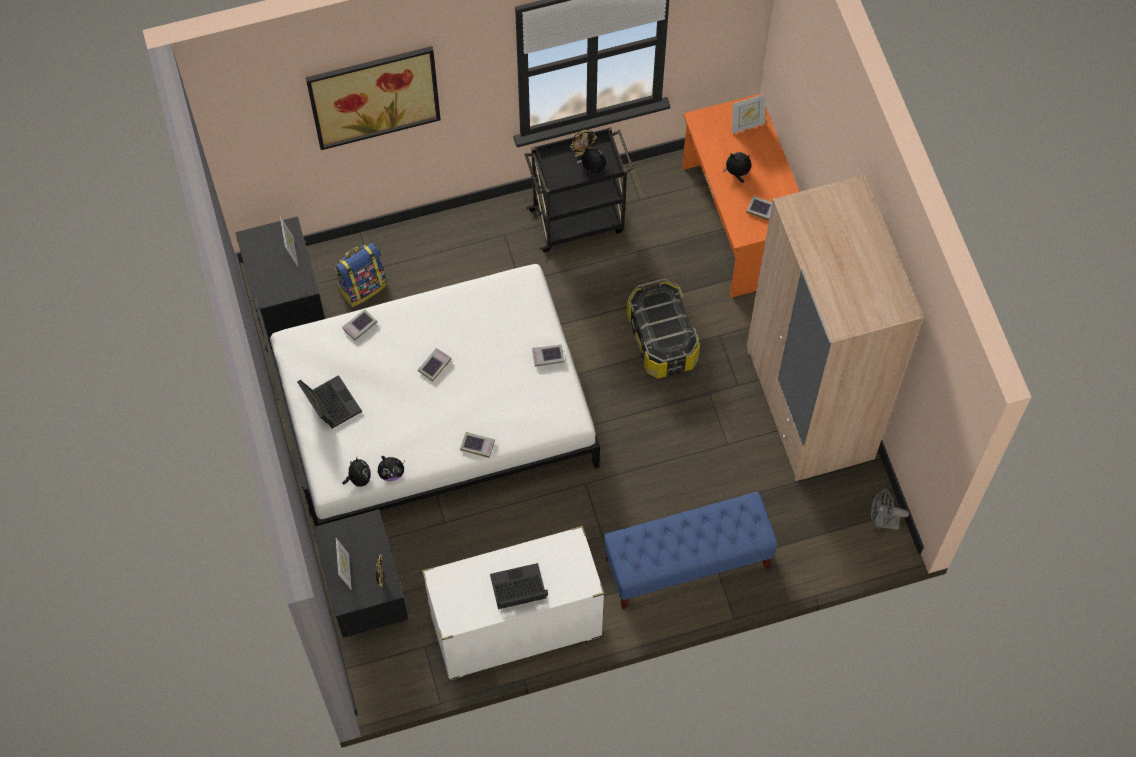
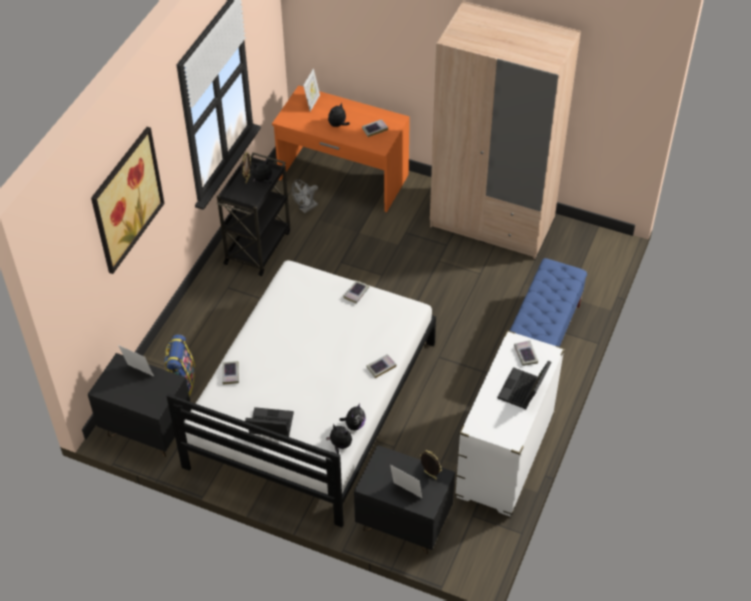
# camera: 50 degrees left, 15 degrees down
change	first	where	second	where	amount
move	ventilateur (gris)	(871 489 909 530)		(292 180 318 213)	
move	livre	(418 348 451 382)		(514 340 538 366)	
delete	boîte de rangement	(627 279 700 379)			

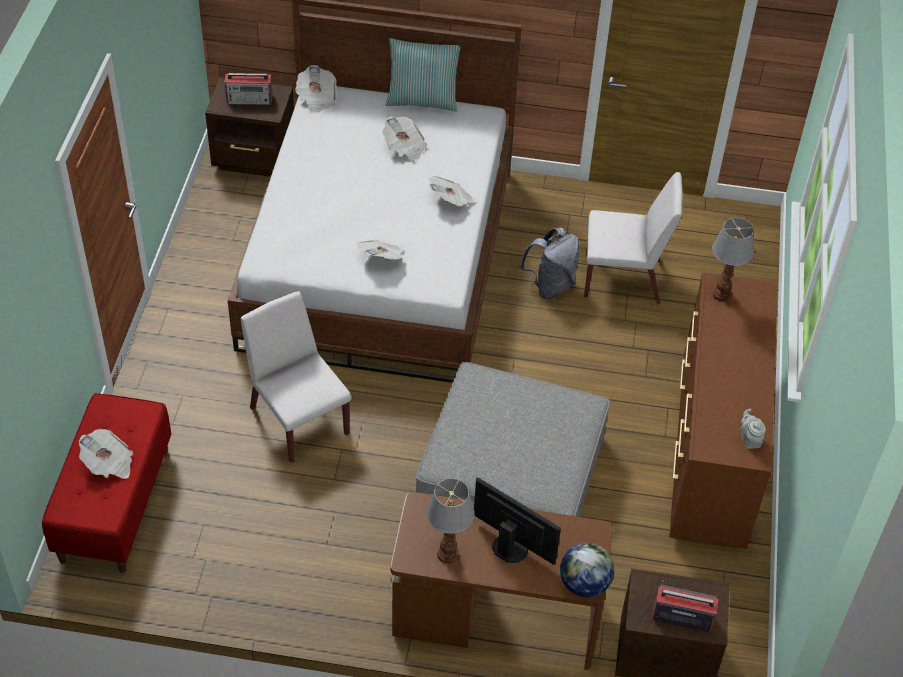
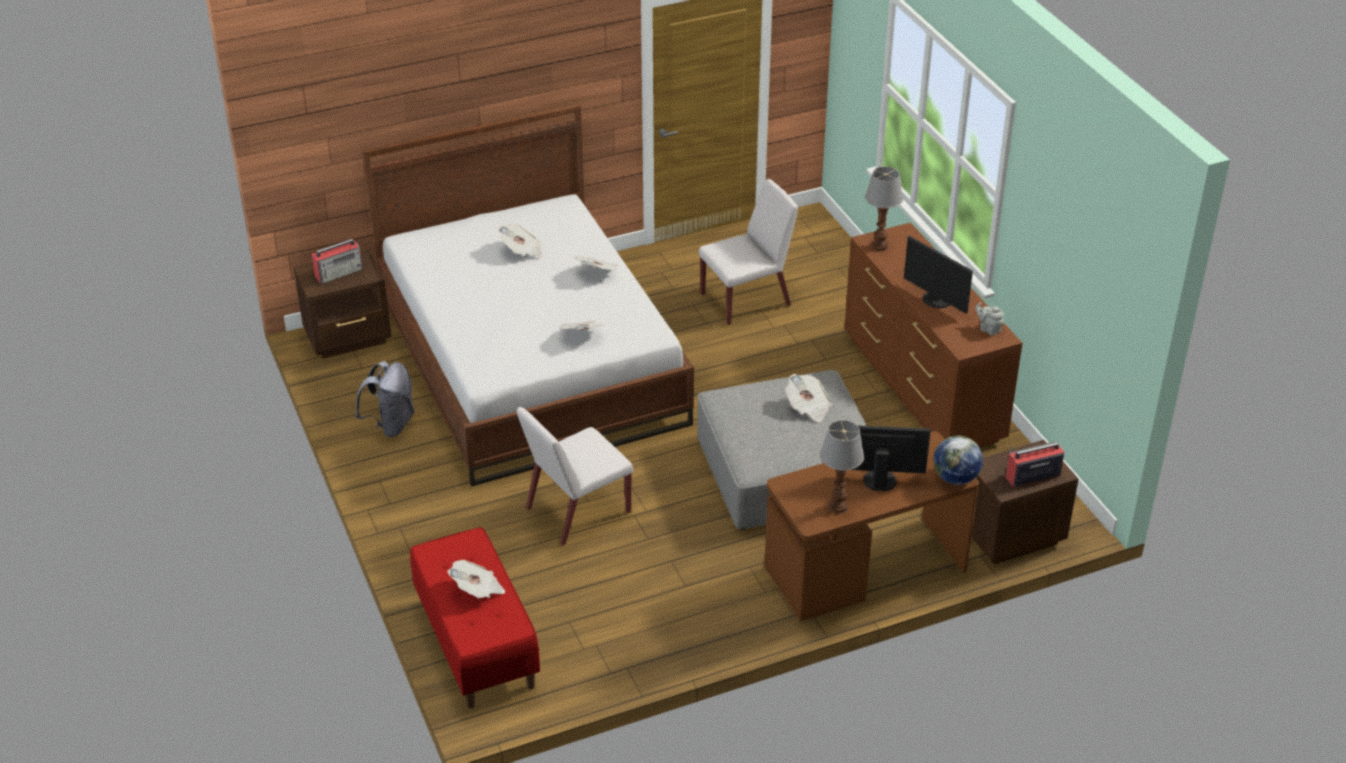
# camera: 30 degrees left, 10 degrees down
change	first	where	second	where	amount
move	sac à dos (gris)	(520 228 579 299)		(355 361 414 437)	
rotate	chaise (blanc)	(241 291 352 463)		(517 407 634 546)	60 degrees counterclockwise
move	journal	(295 65 337 114)		(785 374 832 422)	
insert			écran d'ordinateur	(904 236 973 314)	
delete	coussin	(386 38 460 112)			

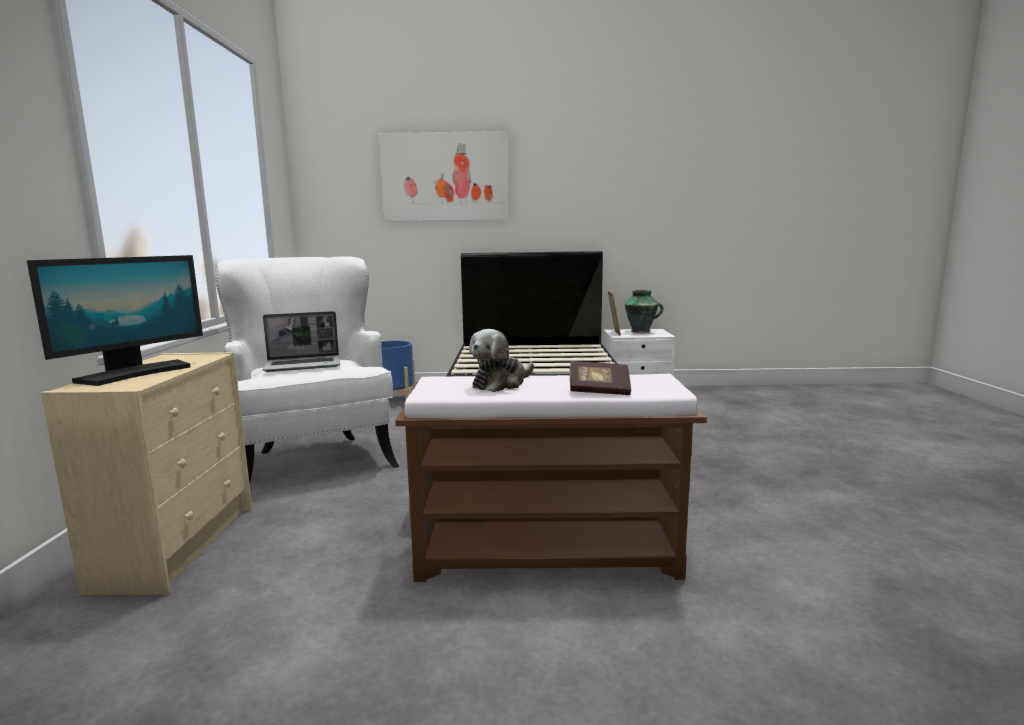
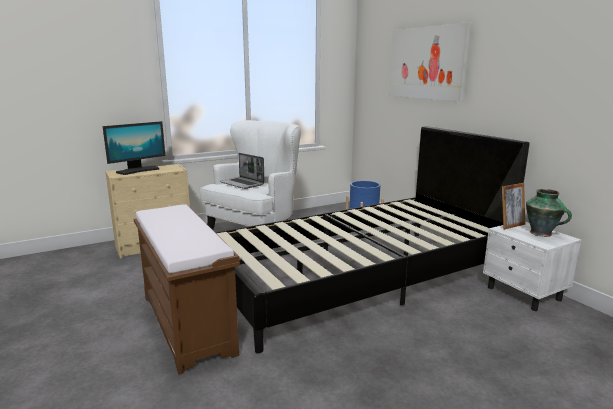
# camera: 60 degrees right, 5 degrees up
change	first	where	second	where	amount
rotate	écran d'ordinateur	(27 255 203 386)		(103 121 165 175)	45 degrees counterclockwise
delete	peluche	(469 329 534 392)			
delete	livre	(570 362 631 395)			

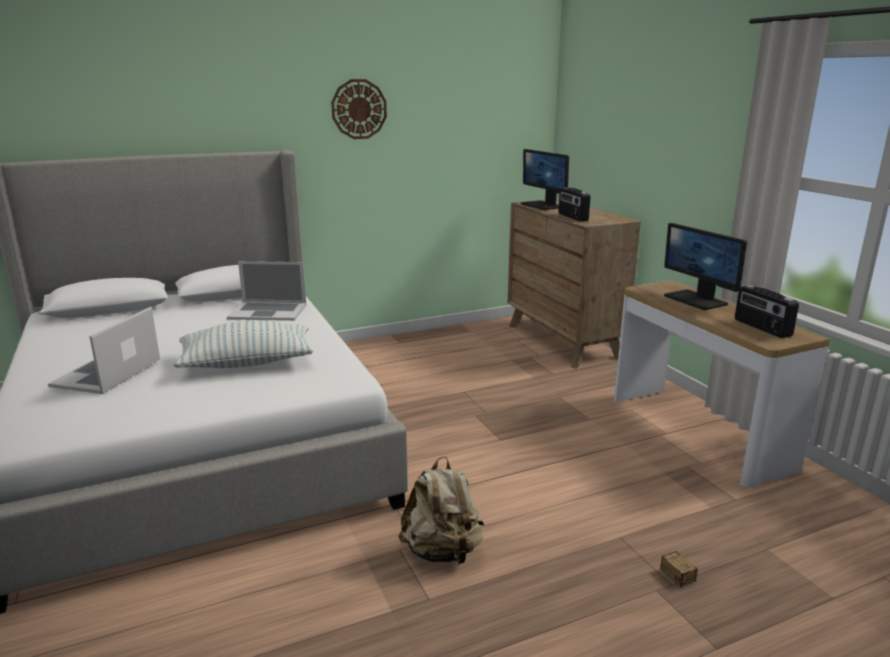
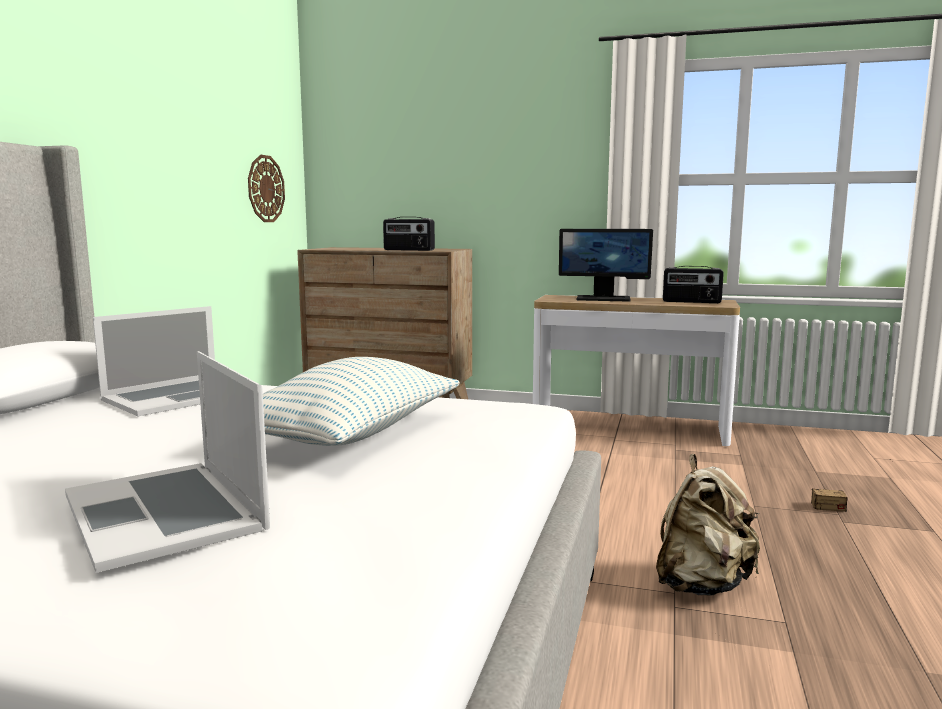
# camera: 50 degrees left, 10 degrees down
change	first	where	second	where	amount
move	horloge murale	(331 79 387 139)		(248 155 285 222)	
delete	écran d'ordinateur	(521 149 569 210)			

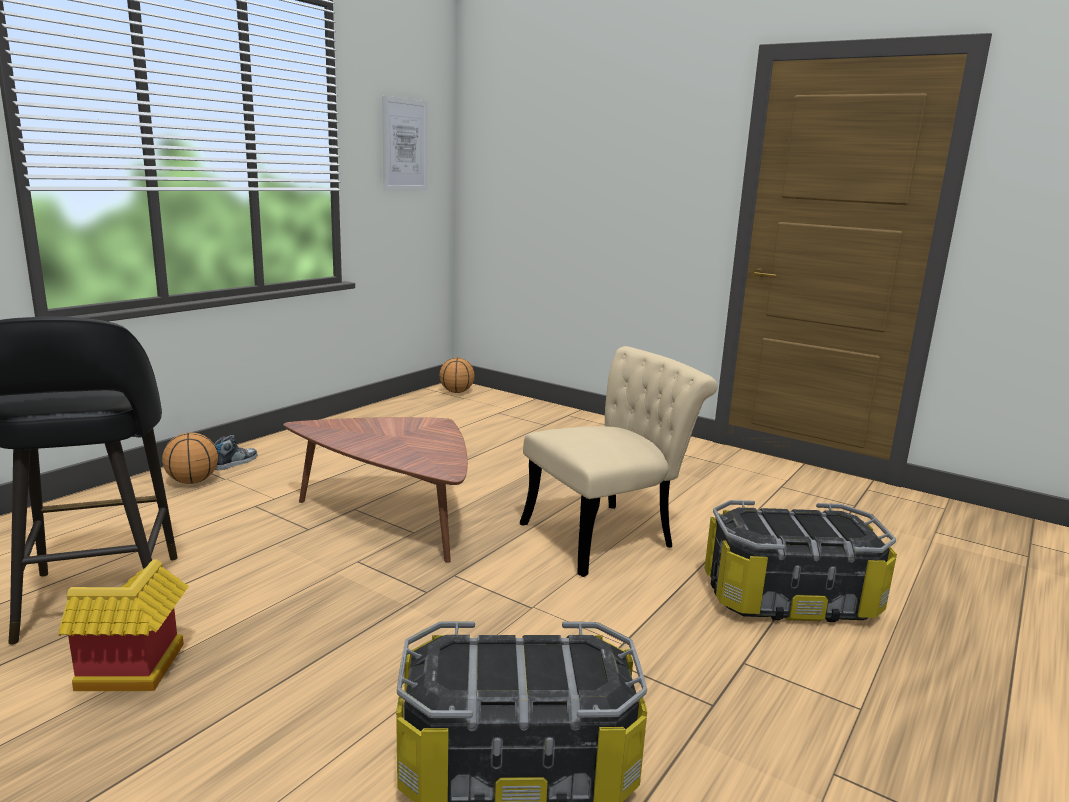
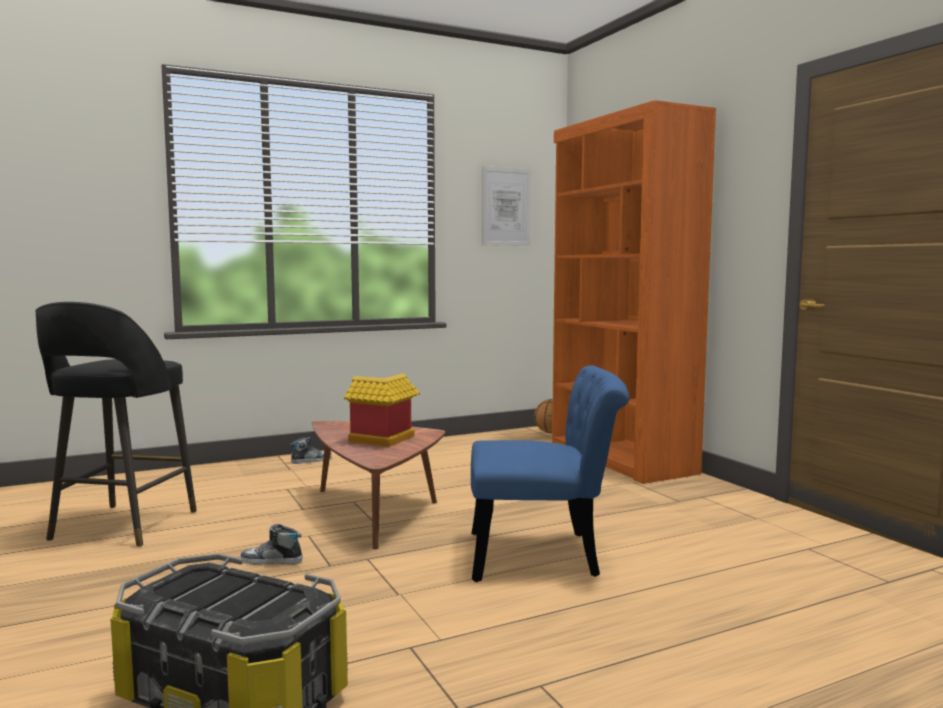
# camera: 30 degrees right, 10 degrees down
change	first	where	second	where	amount
insert			chaussure	(240 524 302 565)	
move	maison miniature	(59 560 189 691)		(344 374 420 447)	
recolor	chaise (beige)	(520 346 718 577)	chaise (bleu)	(471 365 629 582)	
insert			bibliothèque (orange)	(552 100 716 484)	
delete	ballon de basket	(162 433 218 484)			
delete	boîte de rangement	(705 500 897 622)			

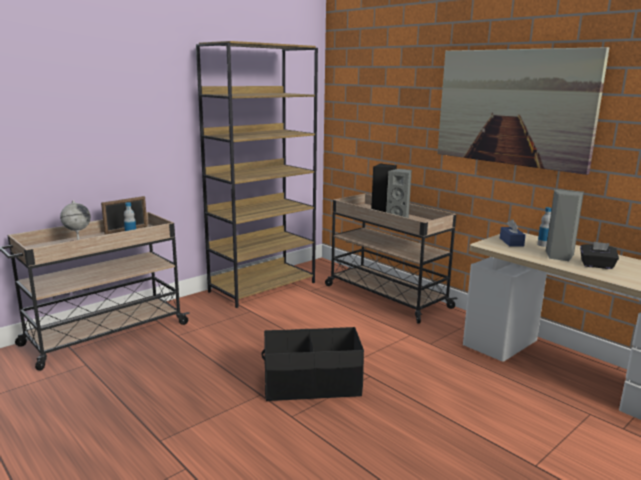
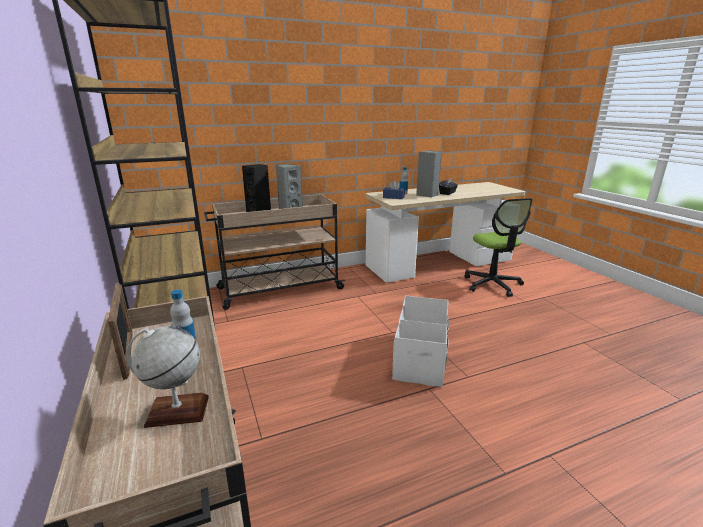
# camera: 70 degrees left, 5 degrees up
change	first	where	second	where	amount
recolor	boîte de rangement (noir)	(262 327 364 401)	boîte de rangement (blanc)	(392 296 449 387)	
insert			chaise de bureau	(464 198 533 297)	
delete	tableau	(437 47 609 175)			

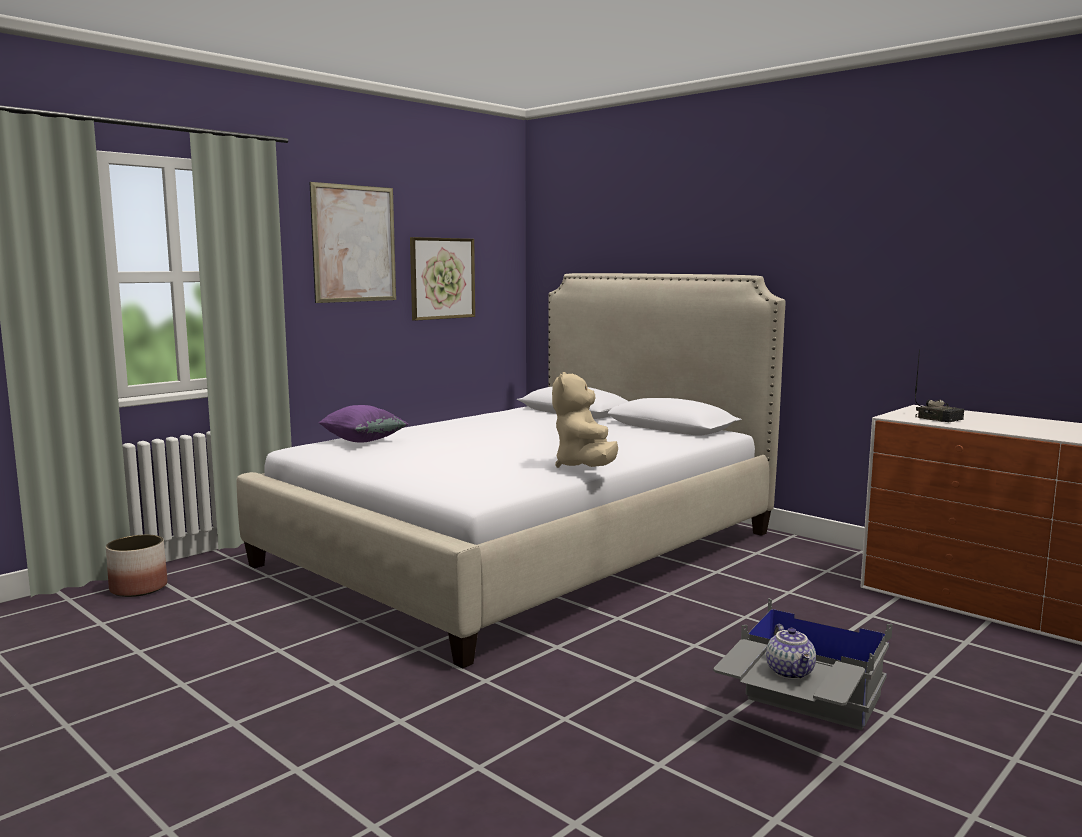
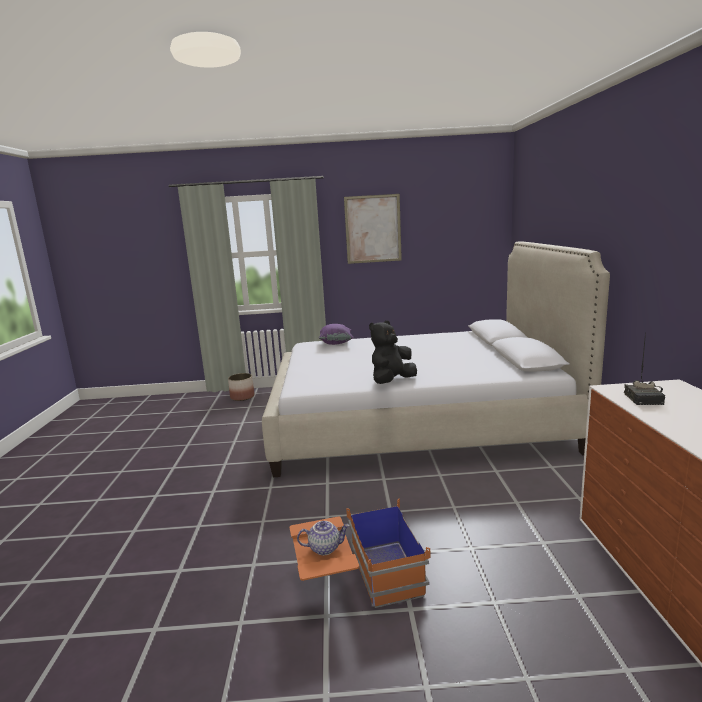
# camera: 45 degrees right, 5 degrees up
change	first	where	second	where	amount
recolor	boîte de rangement (gris)	(713 598 893 730)	boîte de rangement (orange)	(289 498 430 608)	
rotate	théière	(766 624 816 680)		(297 521 350 555)	135 degrees counterclockwise
recolor	peluche (beige)	(552 372 618 468)	peluche (noir)	(369 320 417 384)	
delete	tableau	(410 237 475 321)			

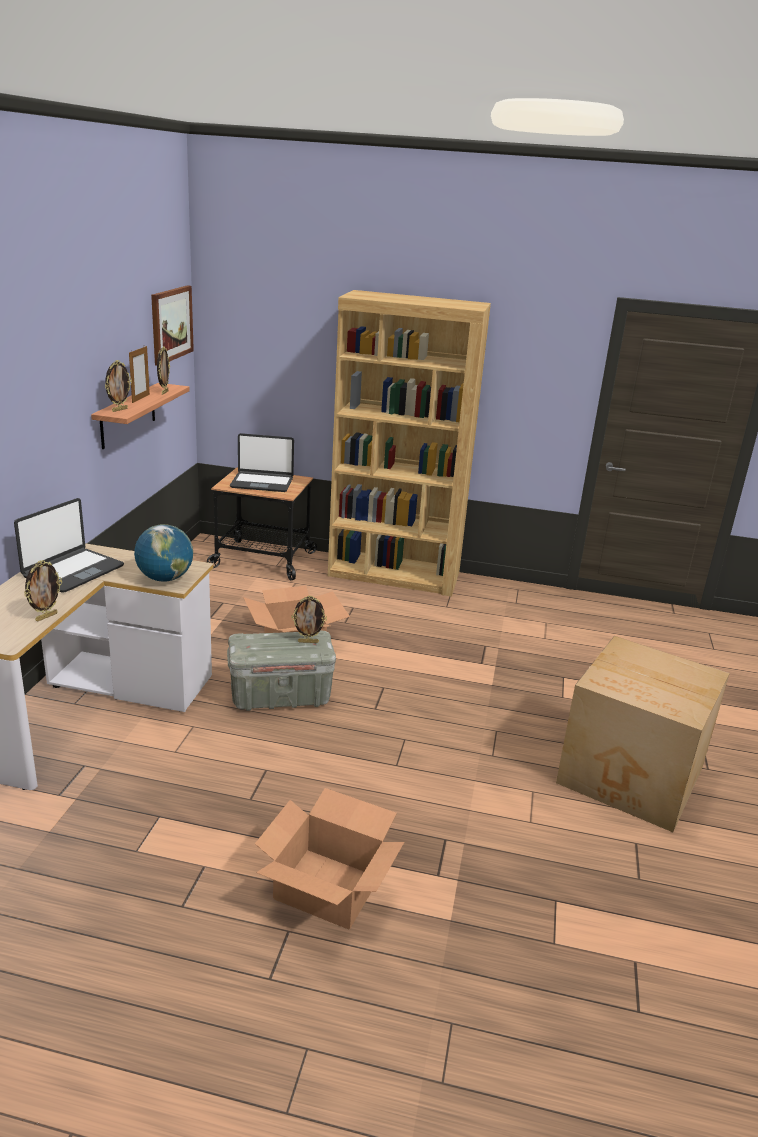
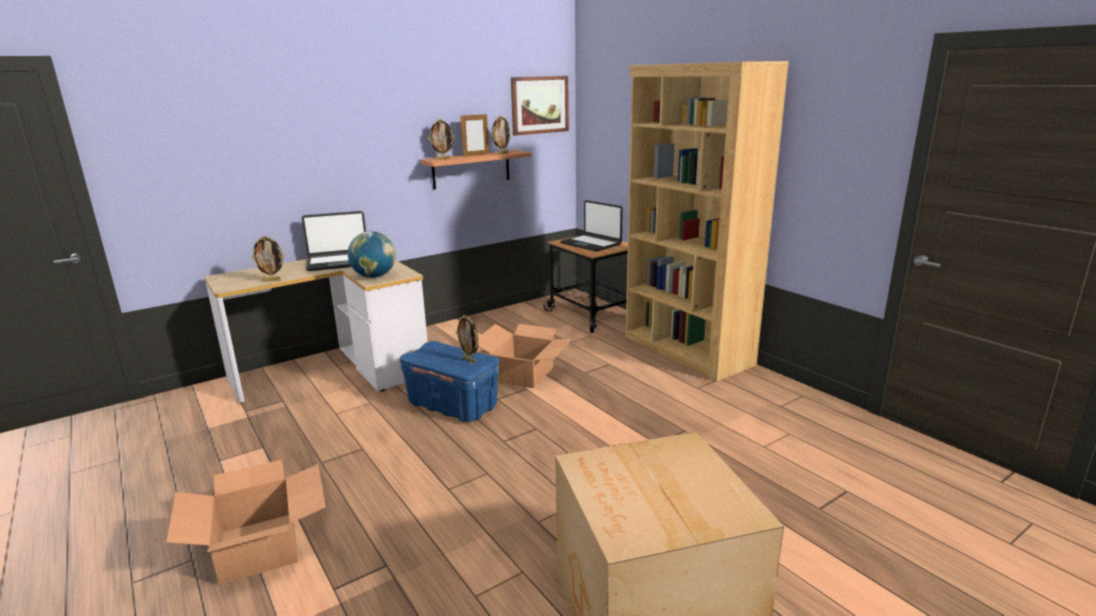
# camera: 45 degrees right, 5 degrees down
change	first	where	second	where	amount
recolor	boîte de rangement (gris)	(227 631 336 711)	boîte de rangement (bleu)	(400 341 499 422)	

